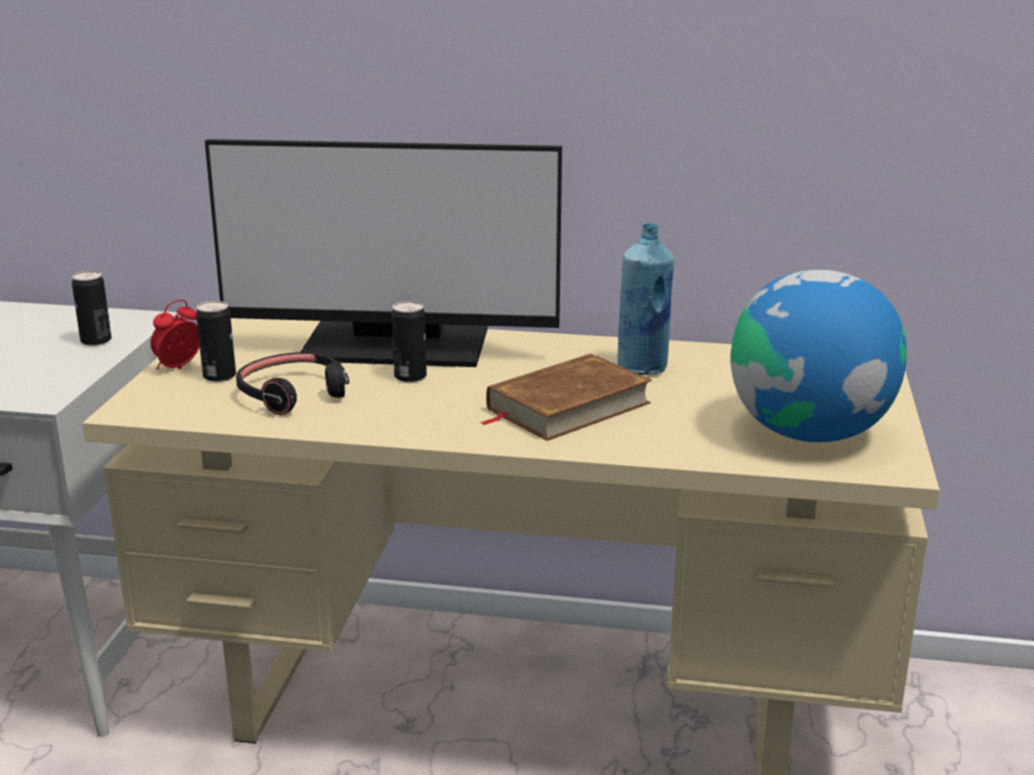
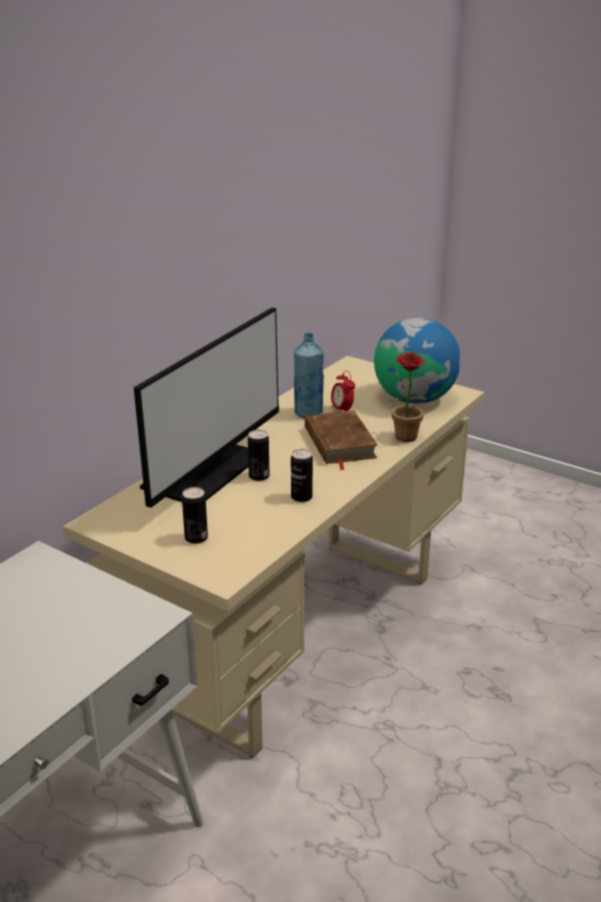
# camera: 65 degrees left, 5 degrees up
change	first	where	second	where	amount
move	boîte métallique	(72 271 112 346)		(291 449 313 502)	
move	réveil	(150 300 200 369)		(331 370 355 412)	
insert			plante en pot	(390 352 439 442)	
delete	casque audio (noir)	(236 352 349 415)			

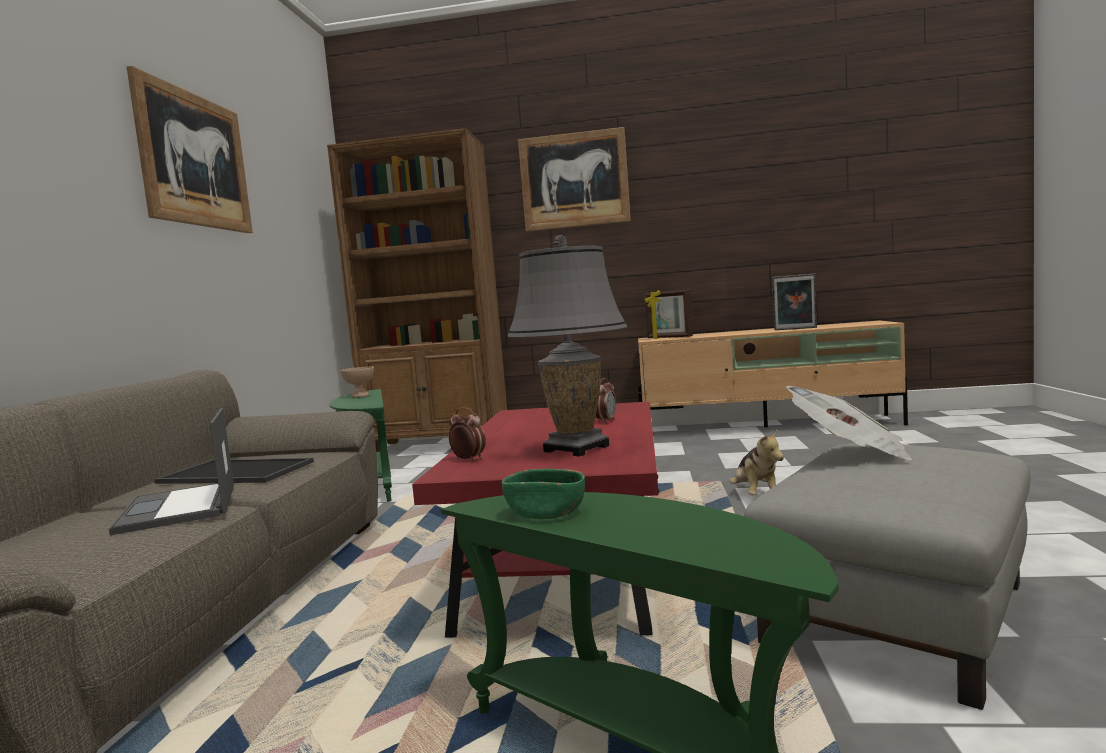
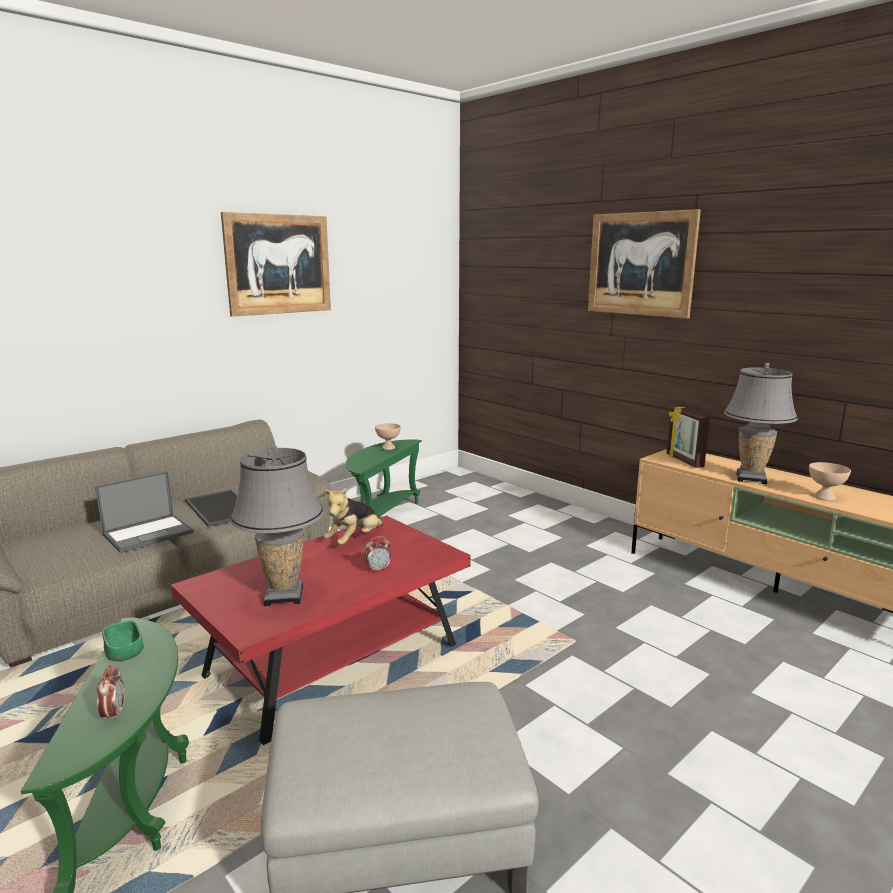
# camera: 40 degrees right, 10 degrees up
change	first	where	second	where	amount
rotate	ordinateur portable	(109 408 234 535)		(95 471 194 553)	150 degrees counterclockwise
move	réveil	(449 407 486 461)		(97 665 125 721)	
move	peluche	(730 430 784 495)		(324 488 383 545)	
insert			lampe de table (gris)	(724 363 798 484)	
replace	cadre photo	(772 274 817 330)	bol (beige)	(809 462 851 501)	
delete	bibliothèque (marron)	(327 128 507 452)			
delete	journal	(786 386 911 460)			

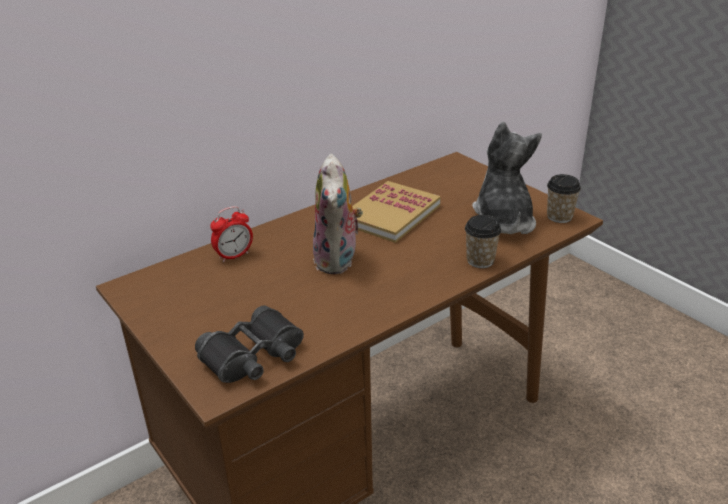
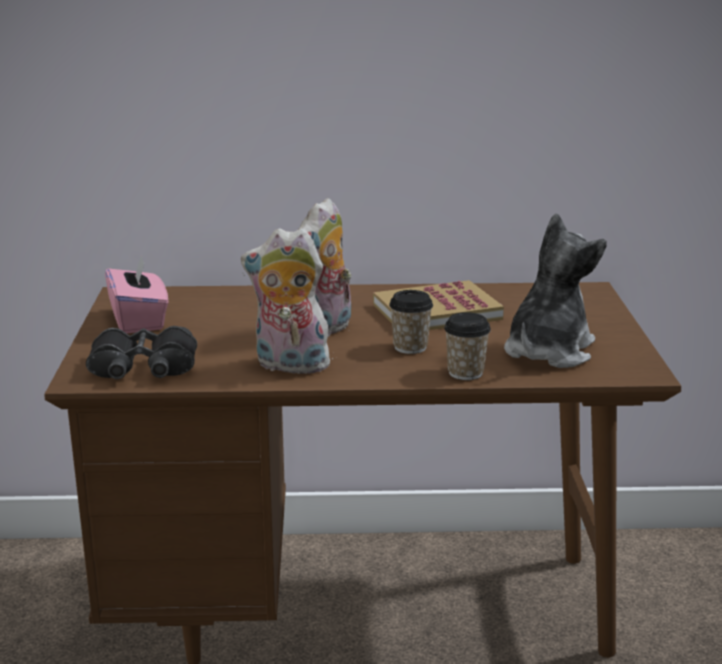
# camera: 35 degrees right, 10 degrees down
change	first	where	second	where	amount
insert			boîte à mouchoirs (rose)	(105 254 169 333)	
insert			peluche	(241 228 337 375)	
move	tasse	(547 174 581 223)		(389 290 433 354)	
delete	réveil	(210 206 253 262)			

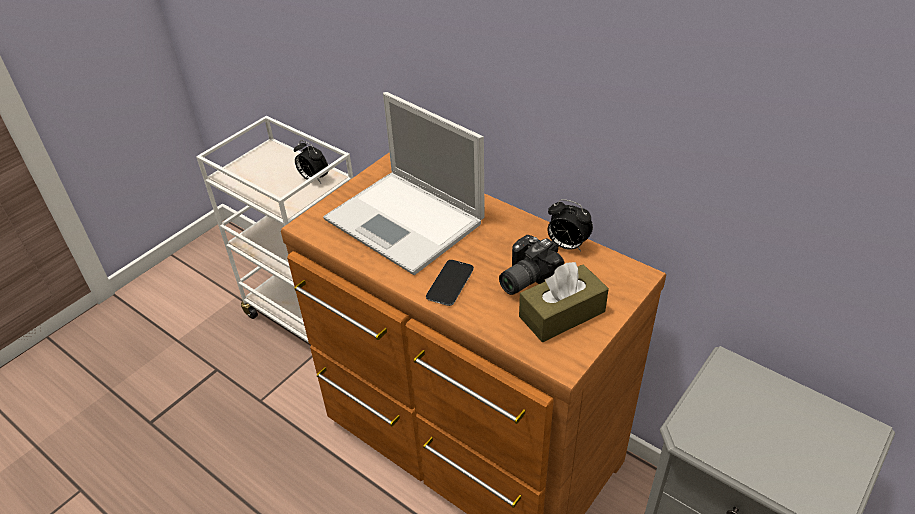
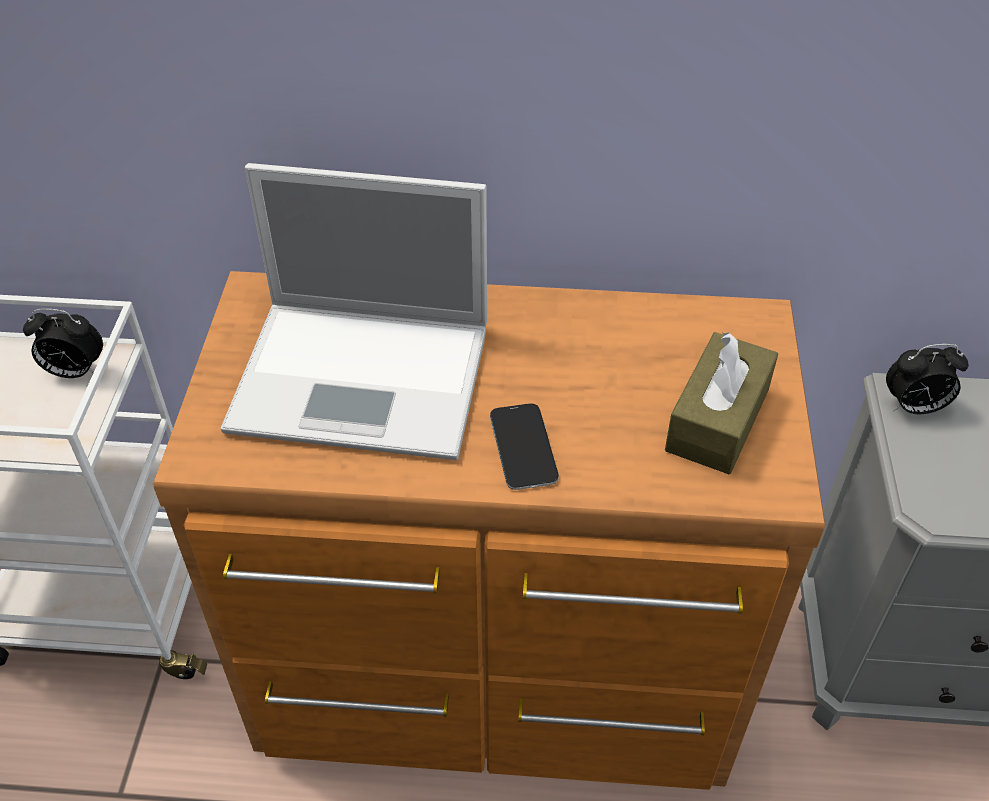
# camera: 35 degrees left, 5 degrees up
change	first	where	second	where	amount
move	réveil	(548 199 593 251)		(886 344 968 414)	
delete	appareil photo	(499 235 564 295)			

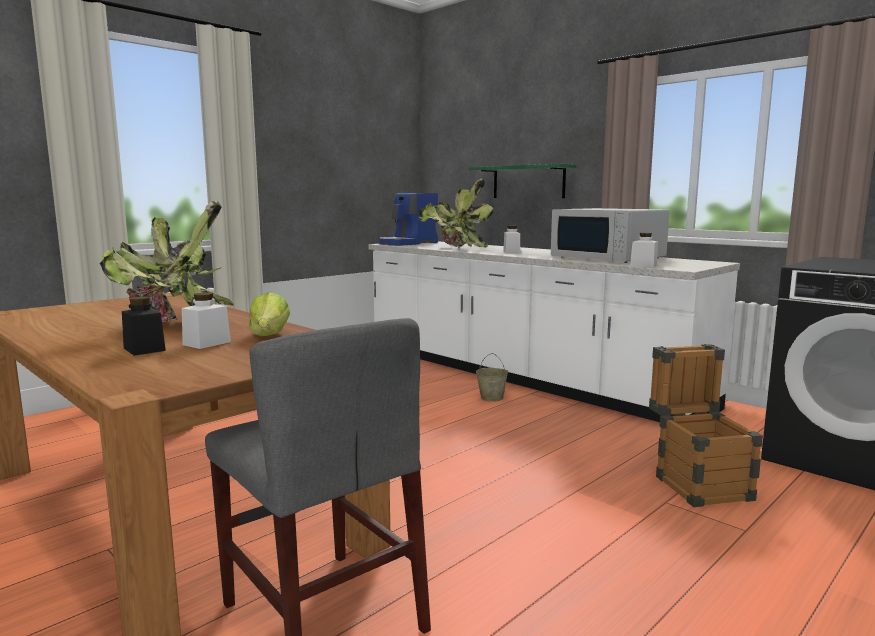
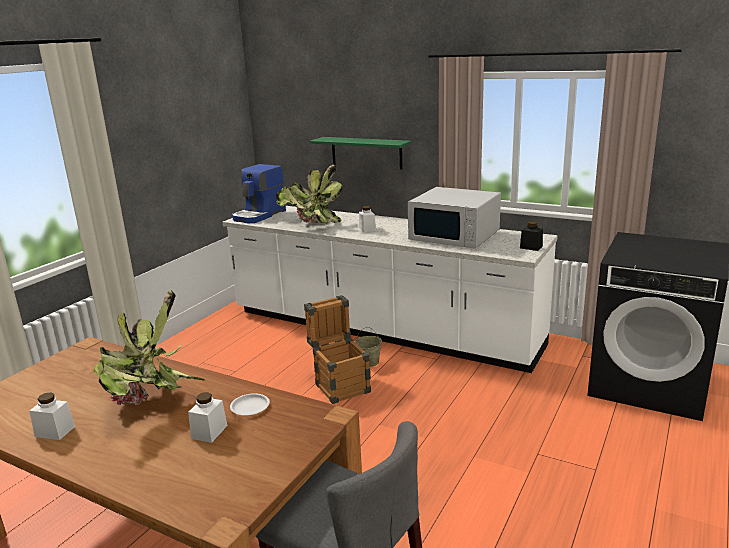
# camera: 15 degrees left, 10 degrees up
change	first	where	second	where	amount
move	bocal (blanc)	(630 233 658 267)		(29 393 75 440)	
replace	laitue	(249 293 290 336)	assiette (blanc)	(230 393 270 416)	
move	caisse	(649 344 763 507)		(304 295 371 404)	
move	bocal (noir)	(122 296 166 356)		(520 221 543 251)	

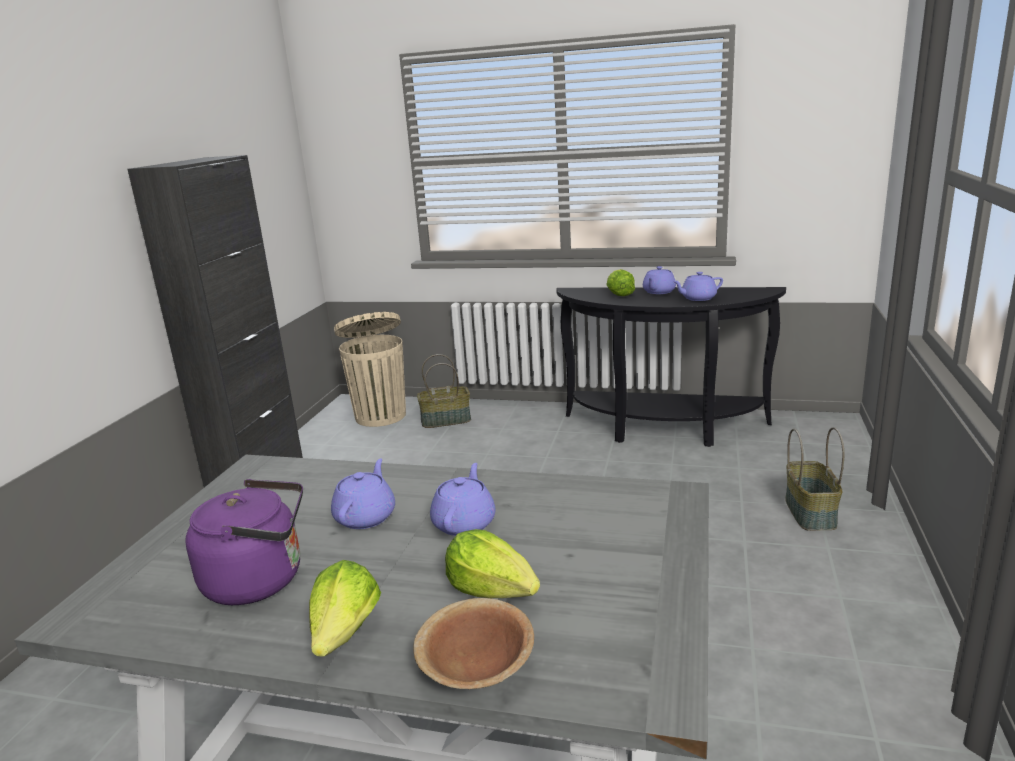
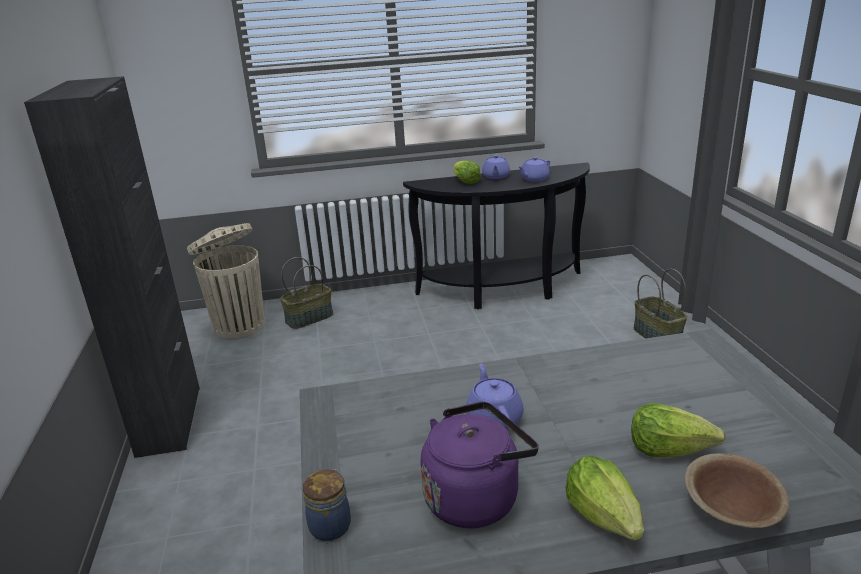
# camera: 25 degrees left, 5 degrees up
change	first	where	second	where	amount
insert			bocal	(303 469 351 541)	
delete	théière (violet)	(430 463 495 536)			

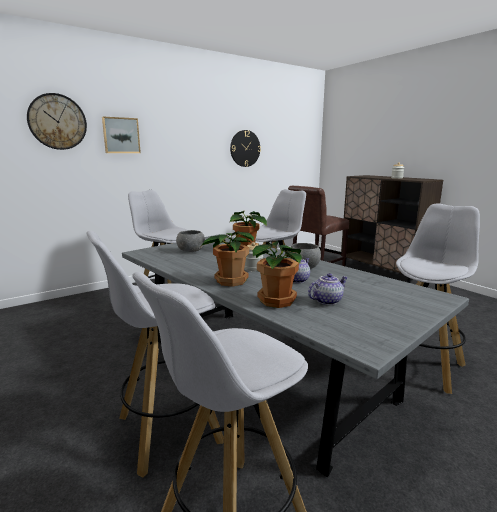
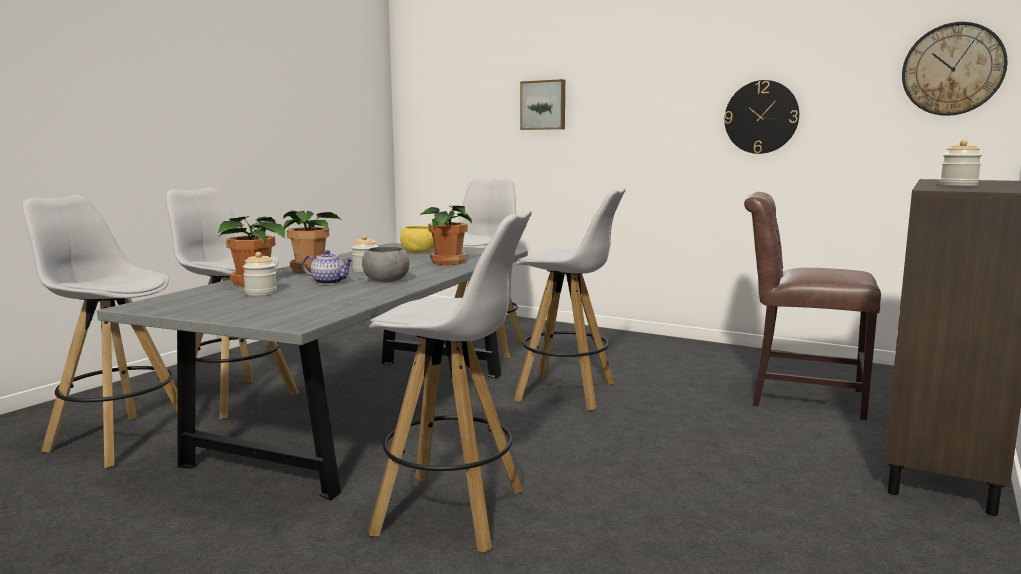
# camera: 65 degrees right, 5 degrees down
change	first	where	second	where	amount
replace	théière	(308 273 348 305)	bocal	(243 252 277 296)	
recolor	bol (gris)	(176 230 205 252)	bol (jaune)	(400 226 434 253)	
move	horloge murale	(27 93 87 150)		(902 22 1007 116)	

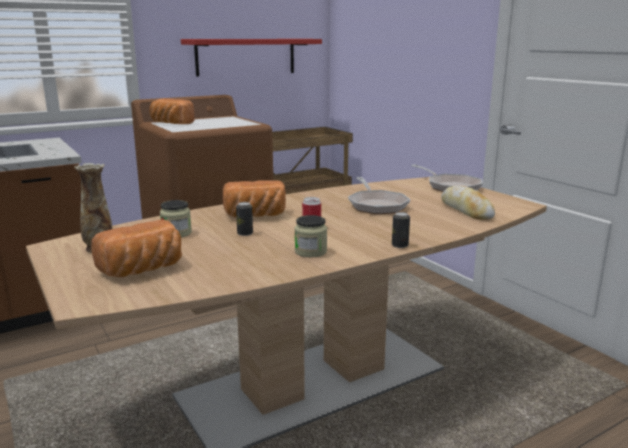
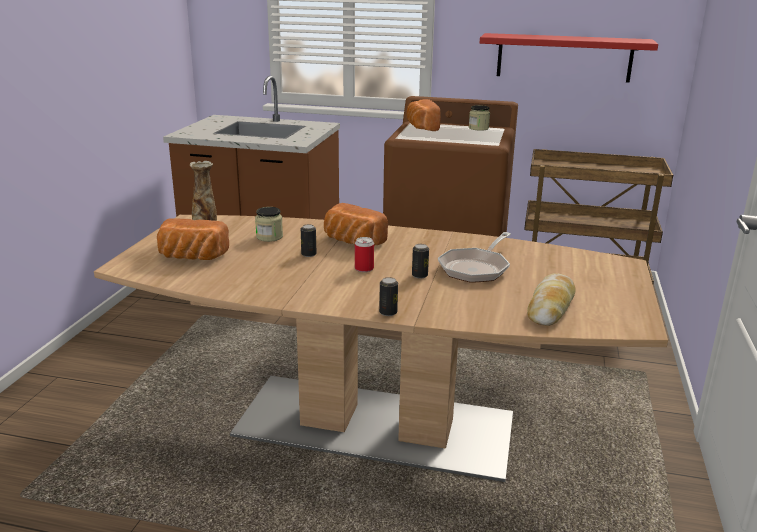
# camera: 45 degrees right, 5 degrees up
change	first	where	second	where	amount
insert			boîte métallique	(412 244 429 279)	
move	bocal	(295 215 327 257)		(469 105 490 131)	
delete	poêle	(411 164 483 192)			

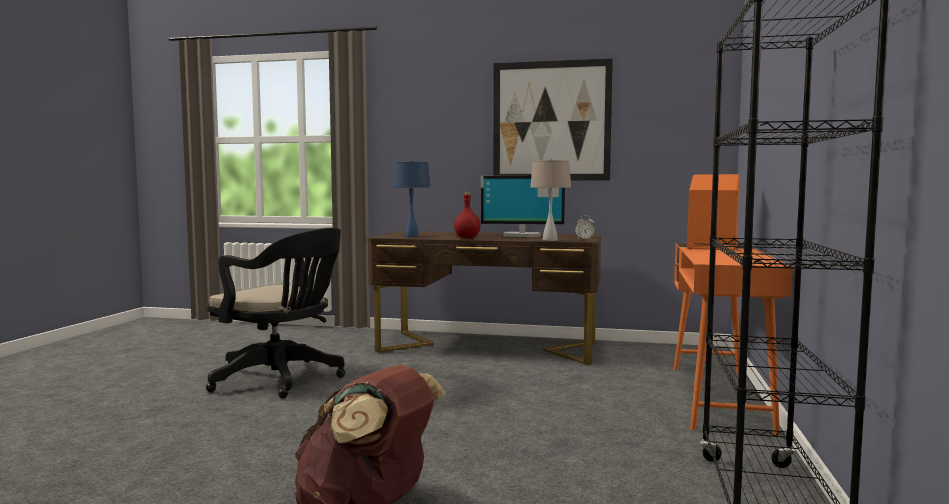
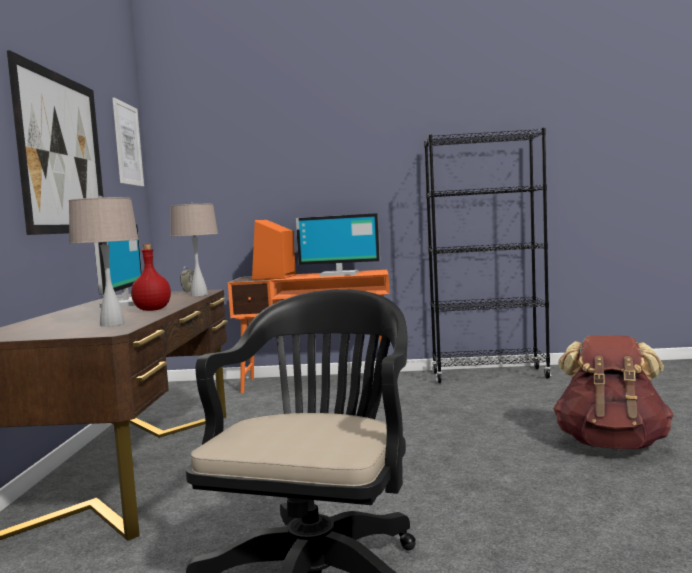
# camera: 100 degrees left, 0 degrees up
change	first	where	second	where	amount
recolor	lampe de table (bleu)	(392 160 430 237)	lampe de table (beige)	(69 196 139 327)	
insert			tableau	(112 98 144 187)	
insert			écran d'ordinateur	(296 213 380 276)	

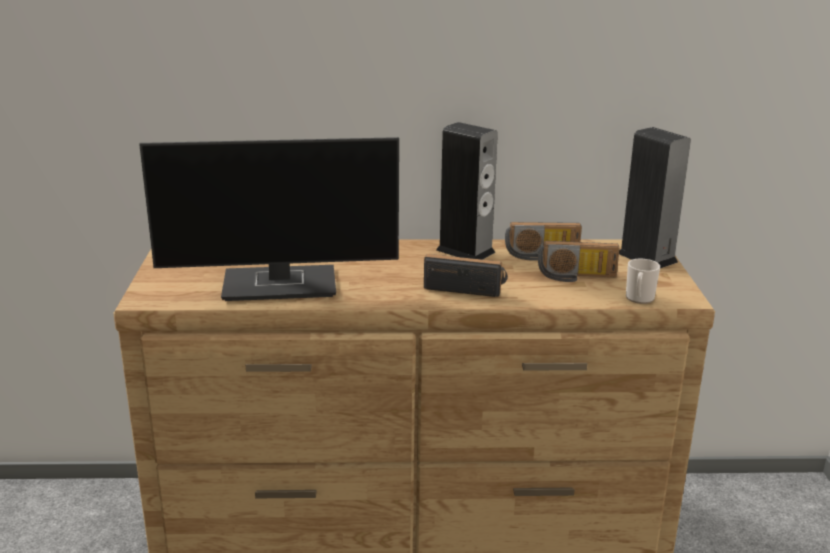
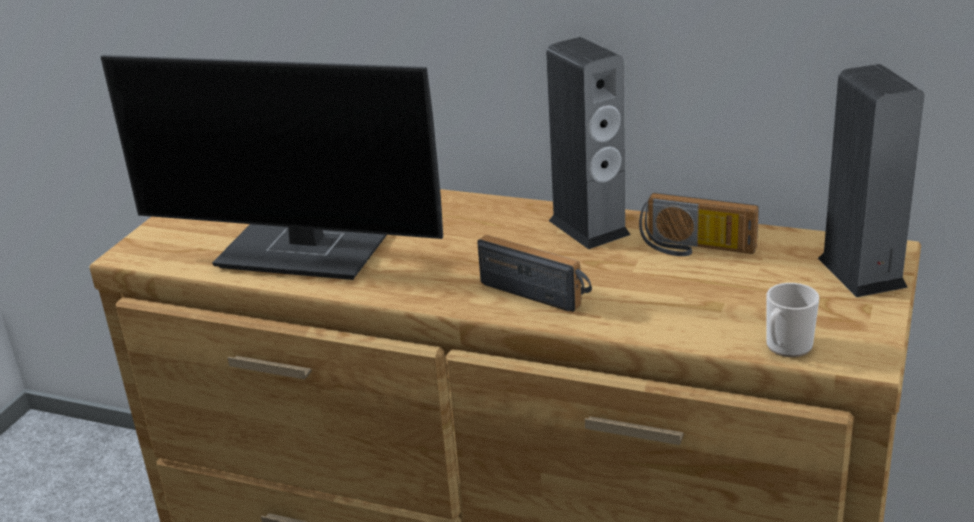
# camera: 25 degrees right, 5 degrees up
change	first	where	second	where	amount
delete	radio	(538 241 620 282)			

